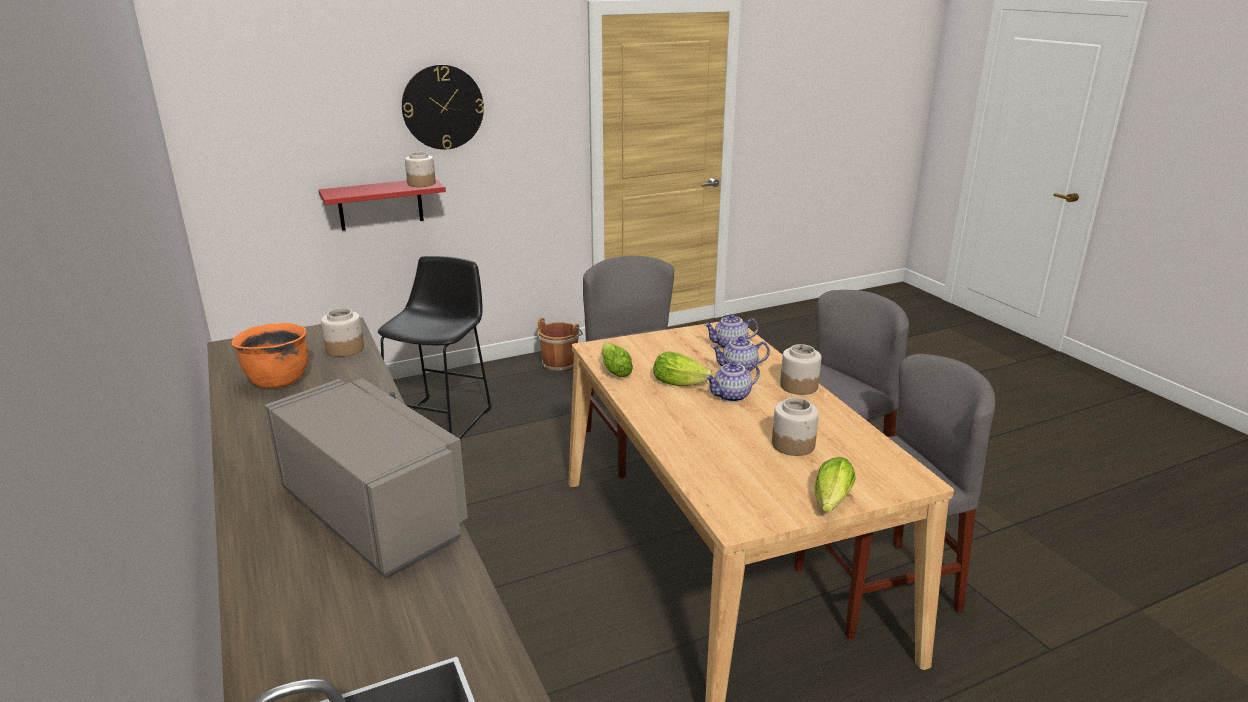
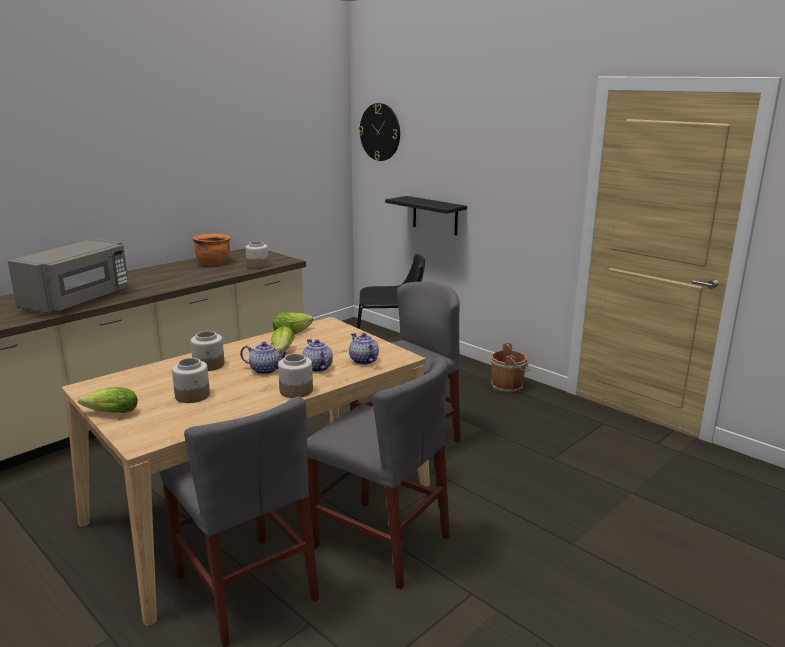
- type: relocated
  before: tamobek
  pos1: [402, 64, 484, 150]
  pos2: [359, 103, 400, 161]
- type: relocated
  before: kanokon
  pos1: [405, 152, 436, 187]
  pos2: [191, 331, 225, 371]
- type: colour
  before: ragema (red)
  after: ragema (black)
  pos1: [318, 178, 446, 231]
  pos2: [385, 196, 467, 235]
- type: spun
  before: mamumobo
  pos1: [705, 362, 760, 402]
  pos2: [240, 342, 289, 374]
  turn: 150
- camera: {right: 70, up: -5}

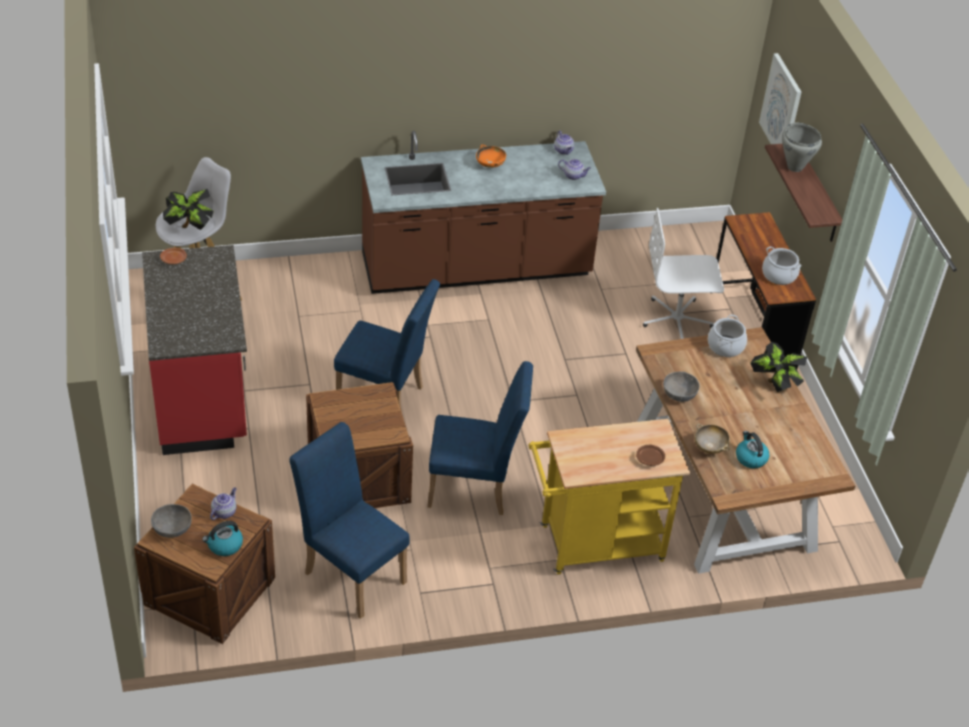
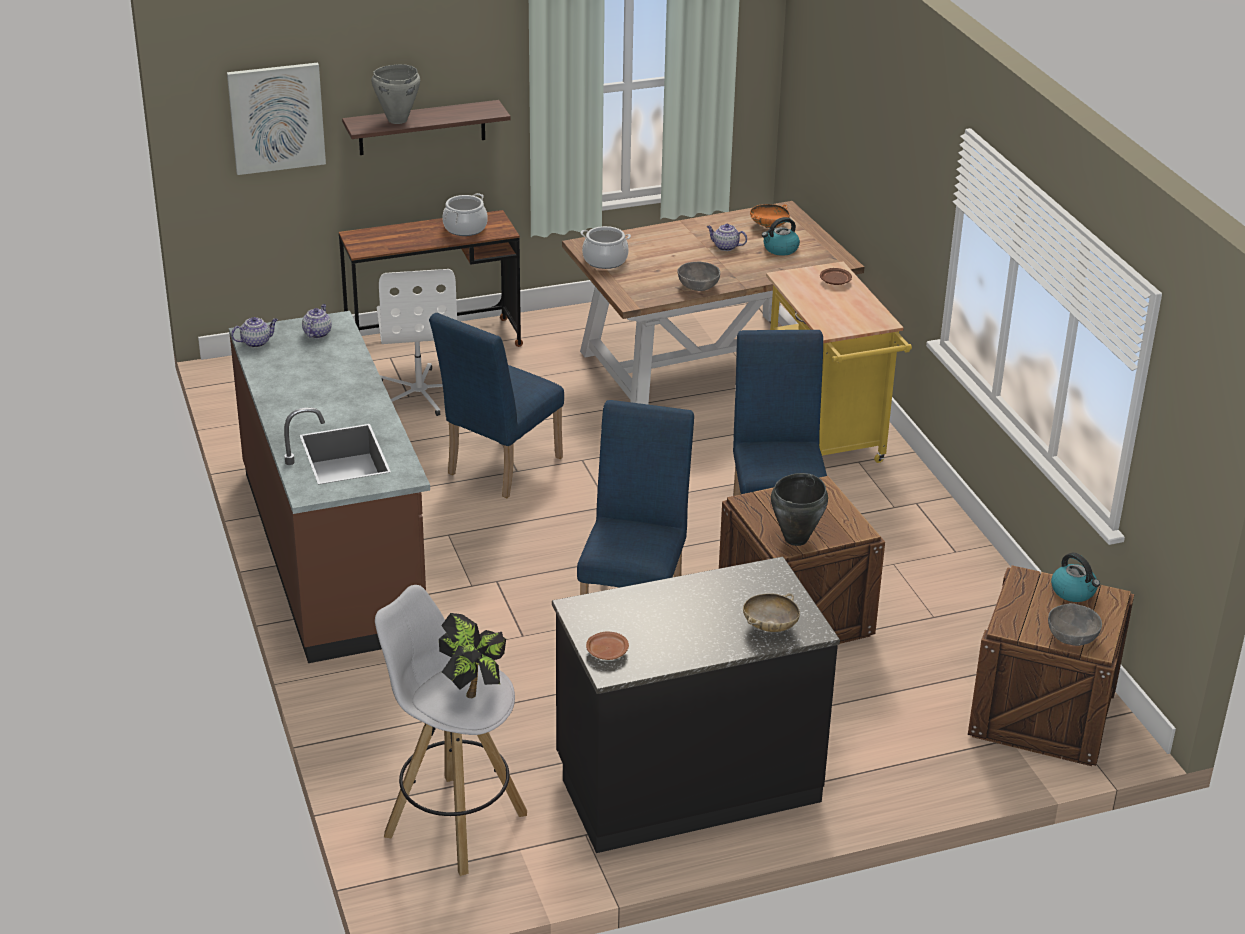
- type: missing
  before: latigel
  pos1: [751, 342, 807, 392]
- type: appeared
  after: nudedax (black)
  pos2: [771, 473, 828, 546]
- type: relocated
  before: mamumobo
  pos1: [210, 487, 237, 520]
  pos2: [707, 224, 747, 251]
- type: relocated
  before: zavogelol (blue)
  pos1: [289, 422, 410, 619]
  pos2: [429, 313, 564, 498]
- type: relocated
  before: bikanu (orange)
  pos1: [476, 145, 506, 168]
  pos2: [750, 204, 790, 228]
- type: relocated
  before: bikanu (beige)
  pos1: [695, 424, 730, 454]
  pos2: [743, 593, 800, 632]
- type: colour
  before: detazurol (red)
  after: detazurol (black)
  pos1: [142, 245, 247, 455]
  pos2: [552, 557, 840, 853]
- camera: {right: -95, up: -10}

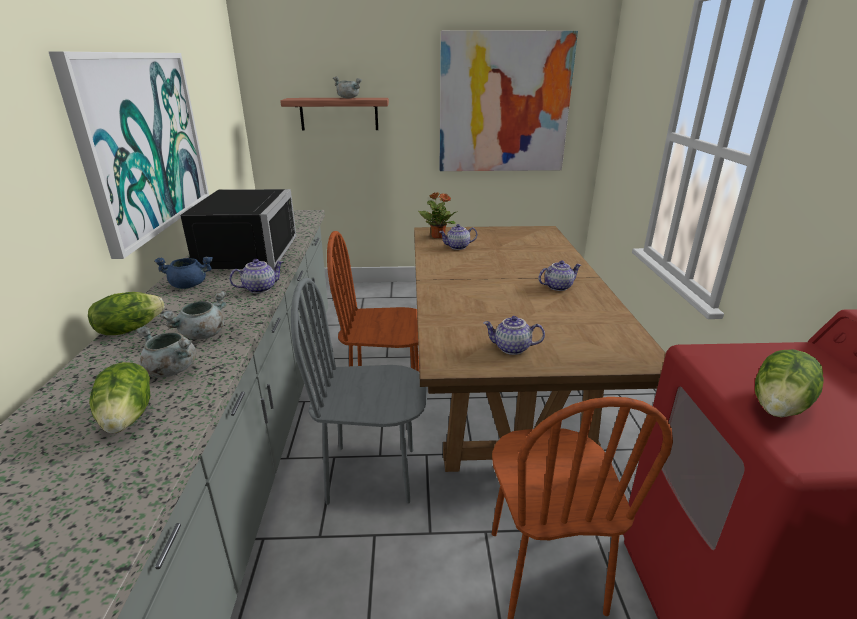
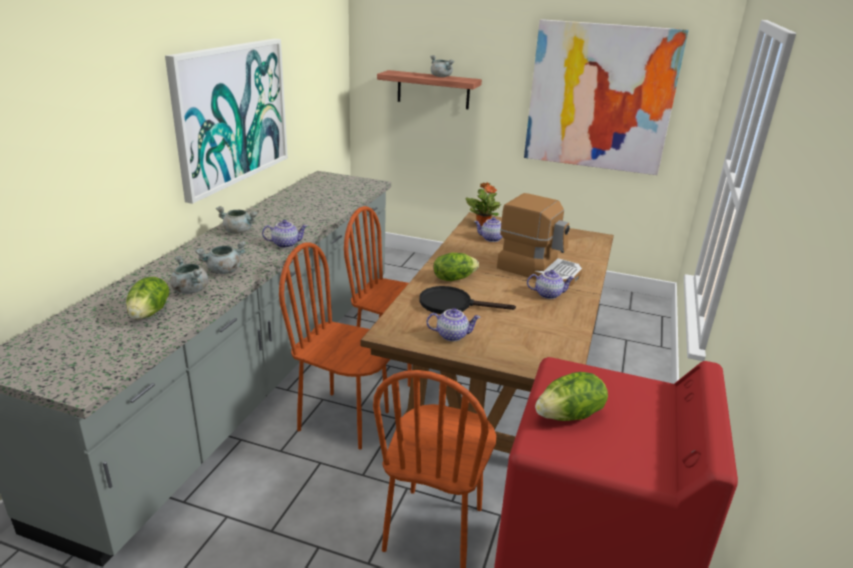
- type: missing
  before: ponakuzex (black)
  pos1: [180, 189, 296, 269]
- type: appeared
  after: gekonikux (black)
  pos2: [419, 286, 516, 314]
- type: appeared
  after: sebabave
  pos2: [497, 193, 582, 286]
- type: relocated
  before: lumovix
  pos1: [88, 292, 165, 335]
  pos2: [433, 253, 479, 281]
- type: colour
  before: nudedax (blue)
  after: nudedax (grey)
  pos1: [154, 257, 213, 289]
  pos2: [216, 206, 258, 234]
- type: colour
  before: zavogelol (grey)
  after: zavogelol (brown)
  pos1: [291, 278, 427, 505]
  pos2: [279, 242, 390, 449]
- type: spun
  before: mamumobo
  pos1: [483, 316, 545, 355]
  pos2: [426, 308, 481, 341]
  turn: 150
- camera: {right: 20, up: 0}

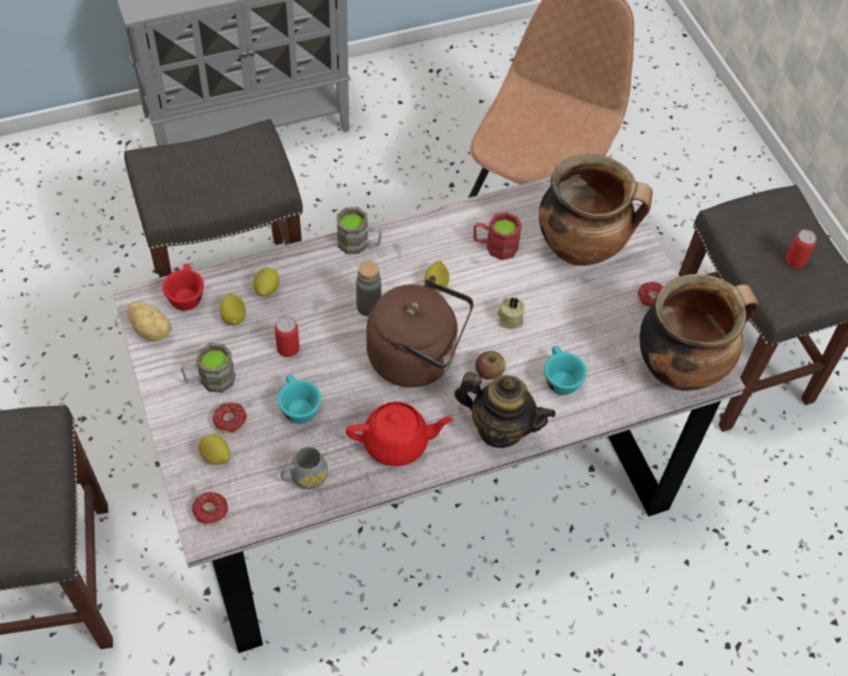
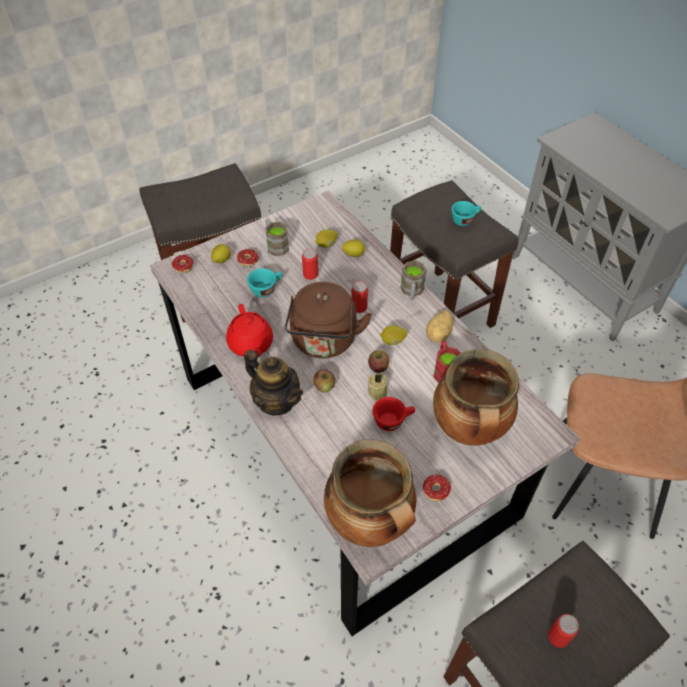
- type: missing
  before: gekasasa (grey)
  pos1: [281, 447, 328, 490]
- type: appeared
  after: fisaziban
  pos2: [368, 350, 389, 373]
- type: relocated
  before: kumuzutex
  pos1: [128, 301, 172, 342]
  pos2: [426, 310, 453, 343]
- type: relocated
  before: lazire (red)
  pos1: [162, 264, 204, 311]
  pos2: [372, 397, 415, 431]
- type: relocated
  before: lazire (turquoise)
  pos1: [544, 346, 587, 395]
  pos2: [451, 201, 481, 226]
- type: exchanged
  before: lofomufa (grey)
  after: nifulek
  pos1: [356, 261, 381, 316]
  pos2: [351, 281, 368, 313]
- type: spun
  before: mamumobo
  pos1: [454, 372, 556, 448]
  pos2: [244, 349, 303, 415]
  turn: -60
- camera: {right: 80, up: -5}

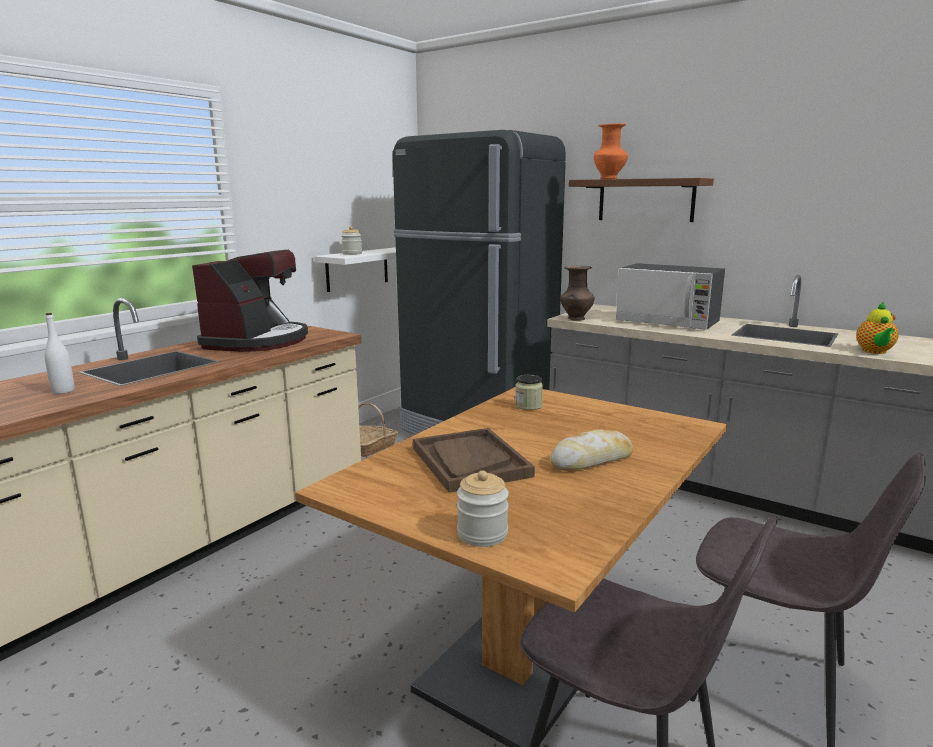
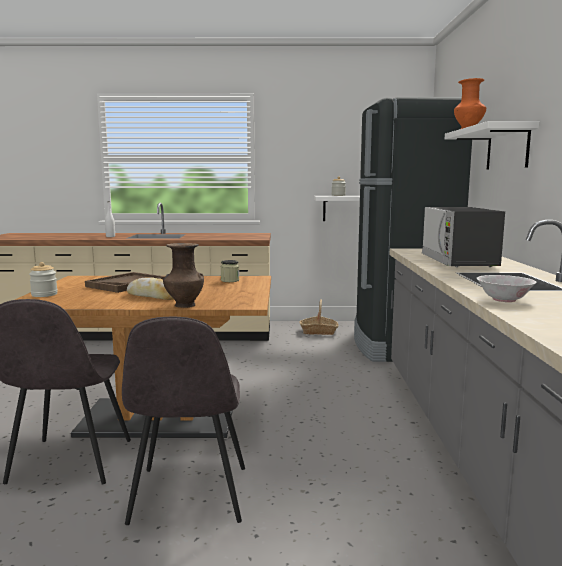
- type: missing
  before: sebabave
  pos1: [192, 250, 308, 352]
- type: relocated
  before: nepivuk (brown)
  pos1: [560, 266, 595, 321]
  pos2: [163, 243, 204, 308]
- type: exchanged
  before: mamumobo
  after: bikanu (white)
  pos1: [856, 302, 899, 354]
  pos2: [476, 275, 537, 302]
- type: colour
  before: ragema (brown)
  after: ragema (white)
  pos1: [568, 178, 714, 222]
  pos2: [445, 121, 539, 170]
- camera: {right: 55, up: -5}

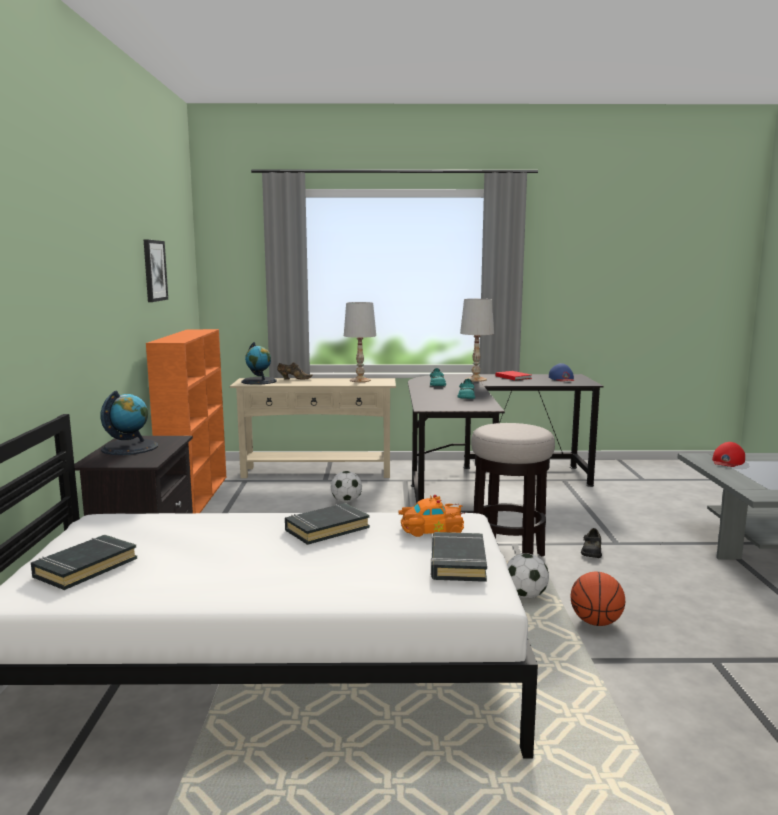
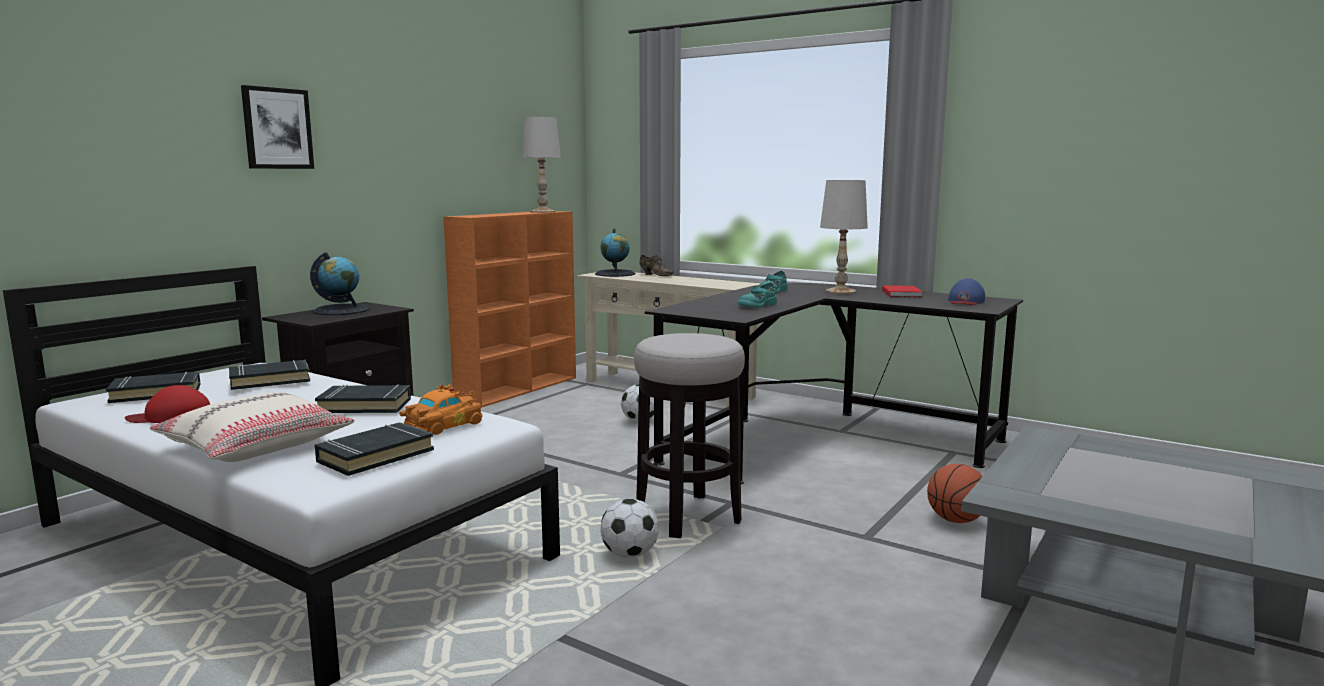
- type: missing
  before: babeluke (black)
  pos1: [581, 528, 602, 558]
- type: appeared
  after: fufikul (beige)
  pos2: [150, 392, 355, 462]
- type: appeared
  after: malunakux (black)
  pos2: [229, 360, 310, 390]
- type: relocated
  before: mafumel
  pos1: [144, 239, 168, 302]
  pos2: [241, 85, 314, 169]
- type: relocated
  before: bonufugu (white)
  pos1: [344, 302, 376, 382]
  pos2: [522, 117, 561, 213]
- type: relocated
  before: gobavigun
  pos1: [571, 572, 625, 626]
  pos2: [927, 464, 983, 523]
- type: relocated
  before: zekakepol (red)
  pos1: [712, 442, 745, 467]
  pos2: [125, 385, 210, 423]
- type: spun
  before: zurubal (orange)
  pos1: [399, 495, 465, 537]
  pos2: [400, 384, 483, 435]
  turn: -75
- camera: {right: 35, up: 0}

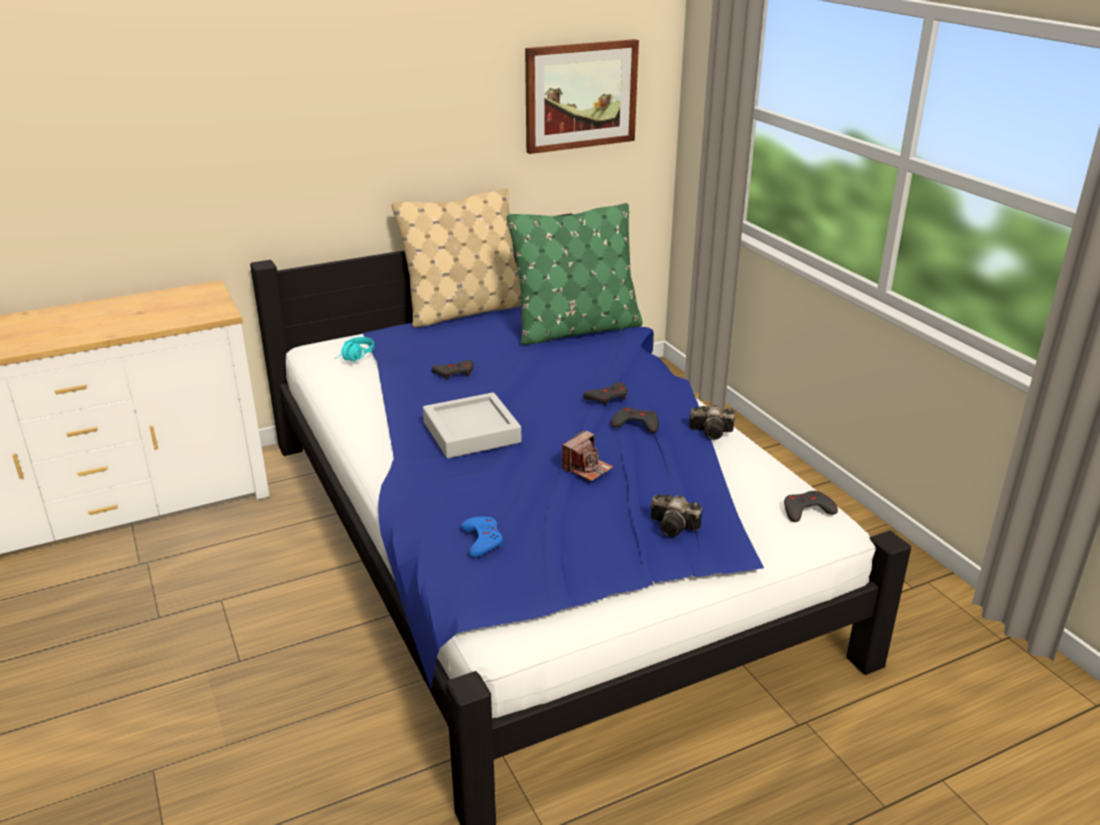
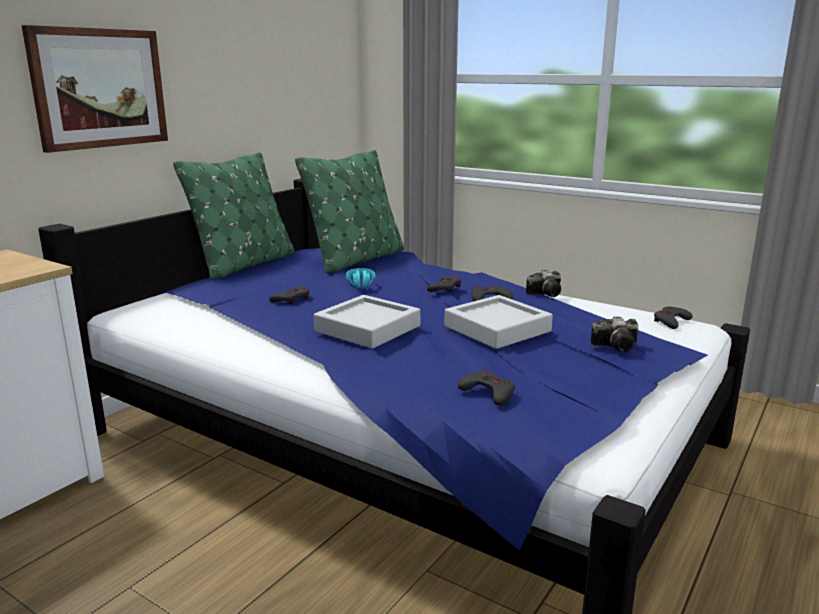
- type: relocated
  before: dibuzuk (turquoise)
  pos1: [335, 337, 374, 362]
  pos2: [346, 268, 376, 288]
- type: relocated
  before: mafumel
  pos1: [525, 39, 639, 154]
  pos2: [22, 25, 168, 153]
- type: exchanged
  before: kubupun
  after: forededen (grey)
  pos1: [562, 430, 613, 481]
  pos2: [444, 295, 553, 349]
- type: colour
  before: fufikul (beige)
  after: fufikul (green)
  pos1: [392, 188, 521, 328]
  pos2: [173, 152, 294, 279]
- type: colour
  before: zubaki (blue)
  after: zubaki (grey)
  pos1: [461, 517, 503, 558]
  pos2: [458, 370, 515, 406]
- camera: {right: -30, up: -10}

